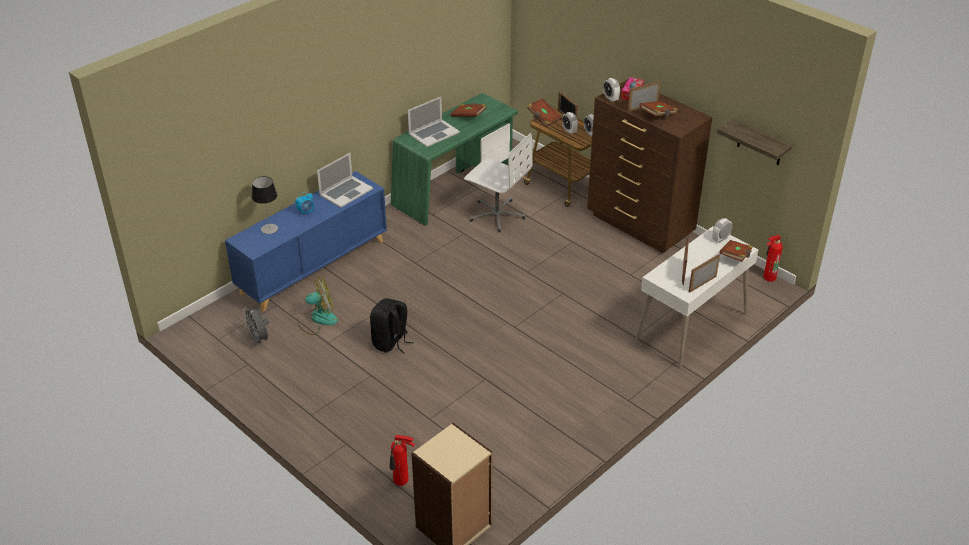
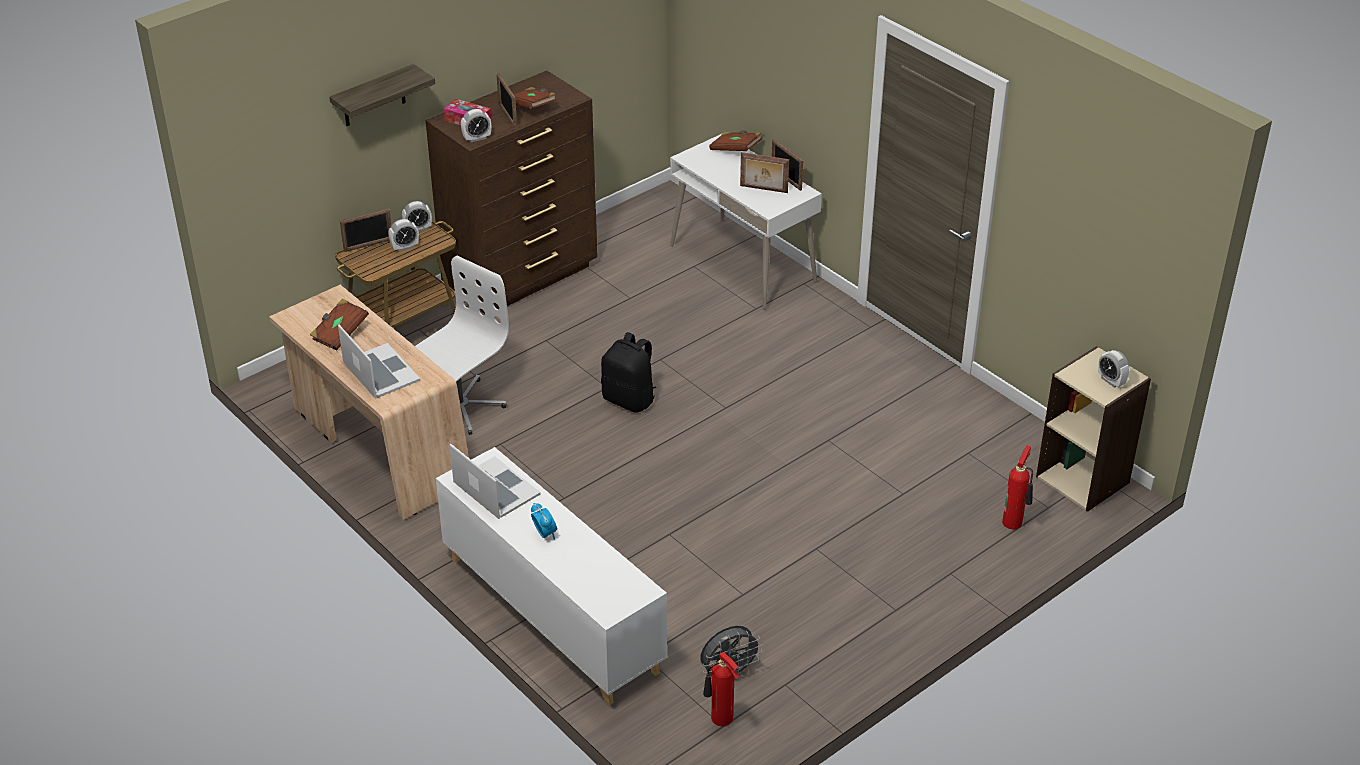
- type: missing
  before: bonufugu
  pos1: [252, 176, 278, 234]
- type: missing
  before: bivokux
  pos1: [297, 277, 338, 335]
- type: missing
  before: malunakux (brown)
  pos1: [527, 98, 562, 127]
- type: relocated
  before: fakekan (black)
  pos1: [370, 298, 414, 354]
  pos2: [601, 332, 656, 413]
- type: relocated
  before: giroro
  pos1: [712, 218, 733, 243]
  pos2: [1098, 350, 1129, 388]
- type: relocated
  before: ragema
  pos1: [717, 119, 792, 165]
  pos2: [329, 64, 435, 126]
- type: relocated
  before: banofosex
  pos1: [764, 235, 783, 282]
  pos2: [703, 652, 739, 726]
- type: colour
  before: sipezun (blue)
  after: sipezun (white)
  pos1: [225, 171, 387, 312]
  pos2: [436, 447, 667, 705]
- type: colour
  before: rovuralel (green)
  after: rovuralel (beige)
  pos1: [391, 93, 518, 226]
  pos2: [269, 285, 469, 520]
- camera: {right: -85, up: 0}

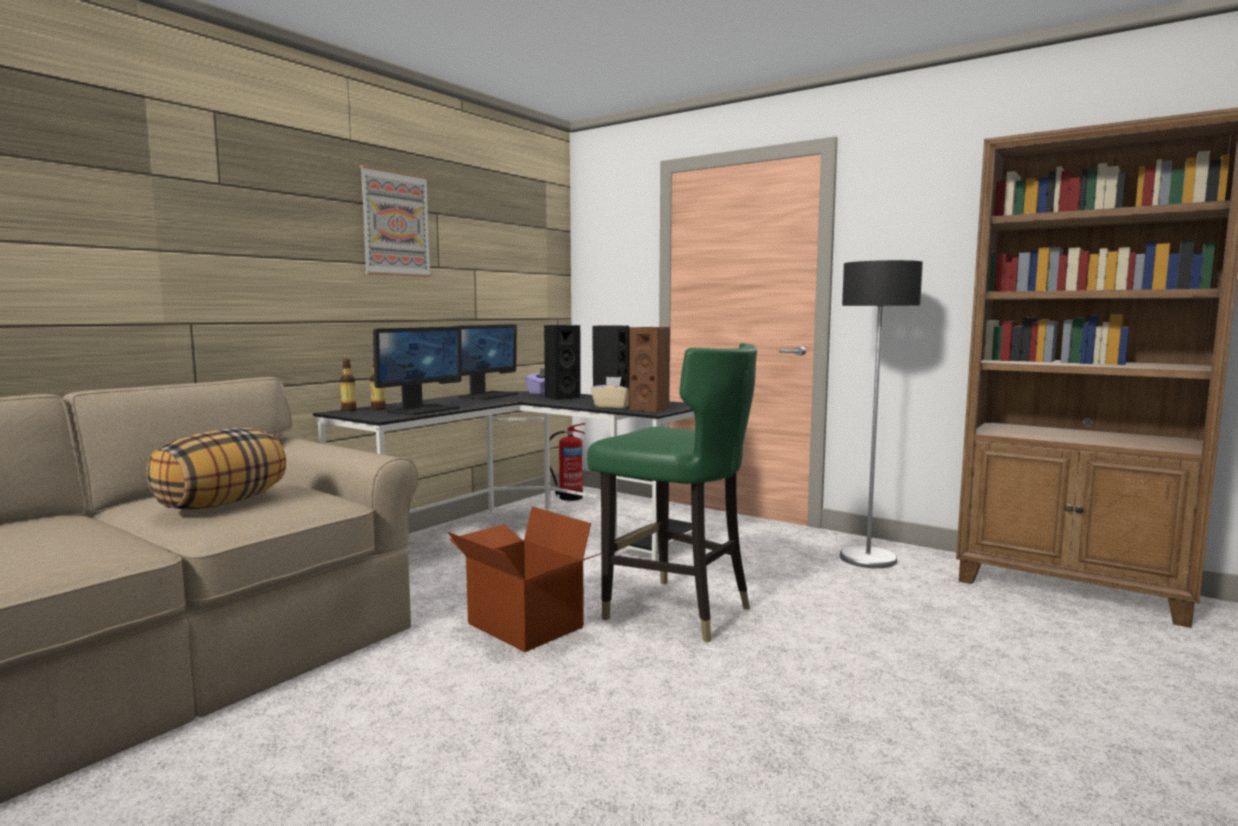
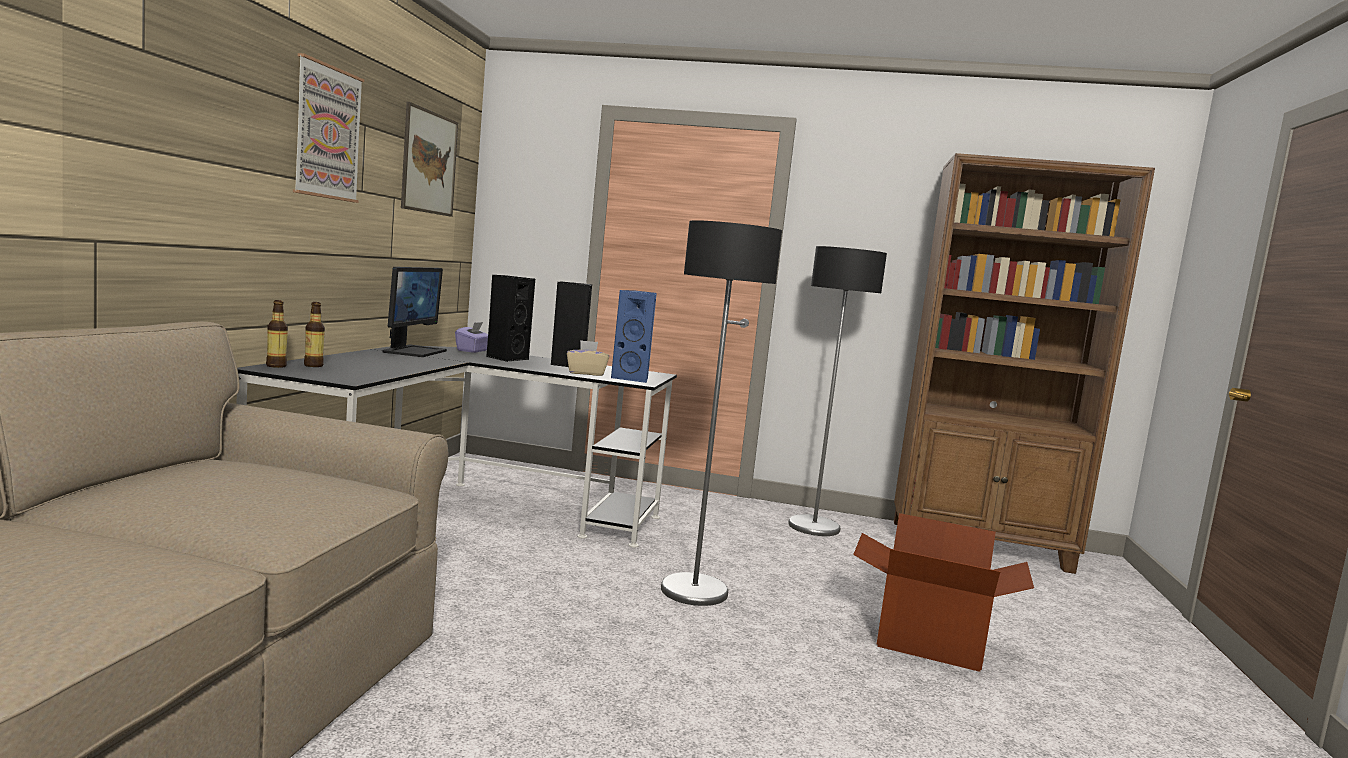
- type: missing
  before: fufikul
  pos1: [146, 428, 286, 510]
- type: missing
  before: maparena
  pos1: [373, 326, 462, 416]
- type: missing
  before: banofosex
  pos1: [550, 423, 585, 501]
- type: appeared
  after: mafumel
  pos2: [401, 102, 458, 217]
- type: relocated
  before: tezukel
  pos1: [448, 506, 604, 652]
  pos2: [853, 513, 1034, 672]
- type: exchanged
  before: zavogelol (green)
  after: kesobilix
  pos1: [587, 343, 757, 643]
  pos2: [661, 220, 782, 606]
- type: colour
  before: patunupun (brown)
  after: patunupun (blue)
  pos1: [629, 327, 670, 412]
  pos2: [611, 290, 657, 383]
- camera: {right: -25, up: 0}

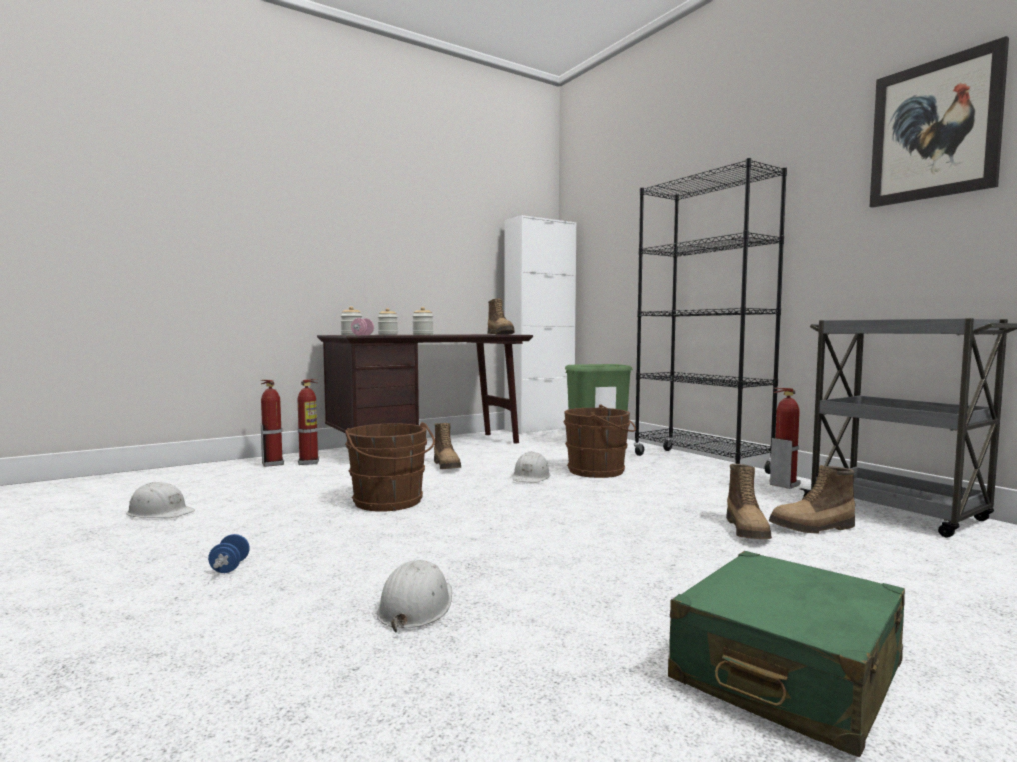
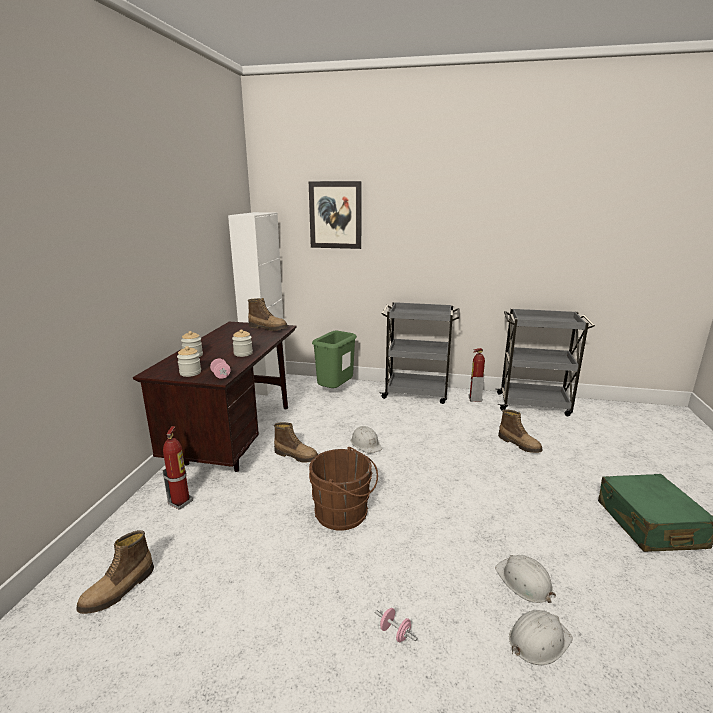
- type: missing
  before: banofosex
  pos1: [261, 380, 284, 467]
- type: missing
  before: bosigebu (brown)
  pos1: [563, 404, 636, 478]
- type: relocated
  before: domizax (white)
  pos1: [126, 482, 195, 518]
  pos2: [509, 610, 573, 665]
- type: relocated
  before: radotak
  pos1: [769, 465, 855, 533]
  pos2: [76, 530, 154, 614]
- type: relocated
  before: mafumel
  pos1: [870, 36, 1009, 208]
  pos2: [309, 181, 362, 249]
- type: exchanged
  before: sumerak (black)
  after: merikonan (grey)
  pos1: [634, 158, 787, 474]
  pos2: [380, 302, 459, 404]
- type: colour
  before: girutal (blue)
  after: girutal (pink)
  pos1: [208, 534, 250, 573]
  pos2: [375, 608, 417, 642]
- camera: {right: -45, up: 15}

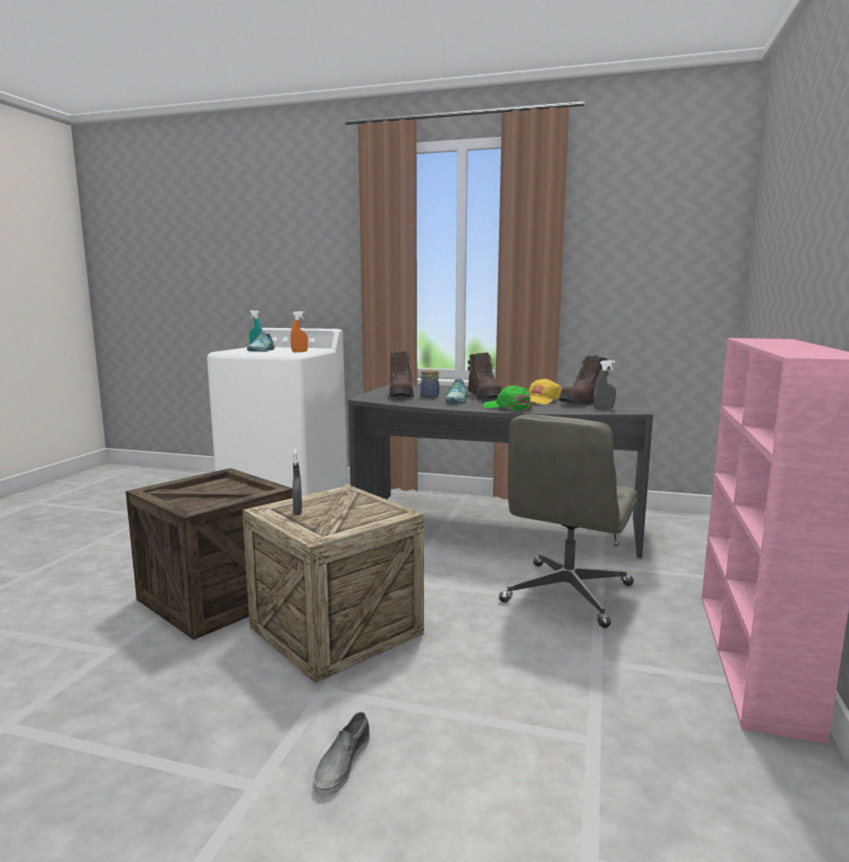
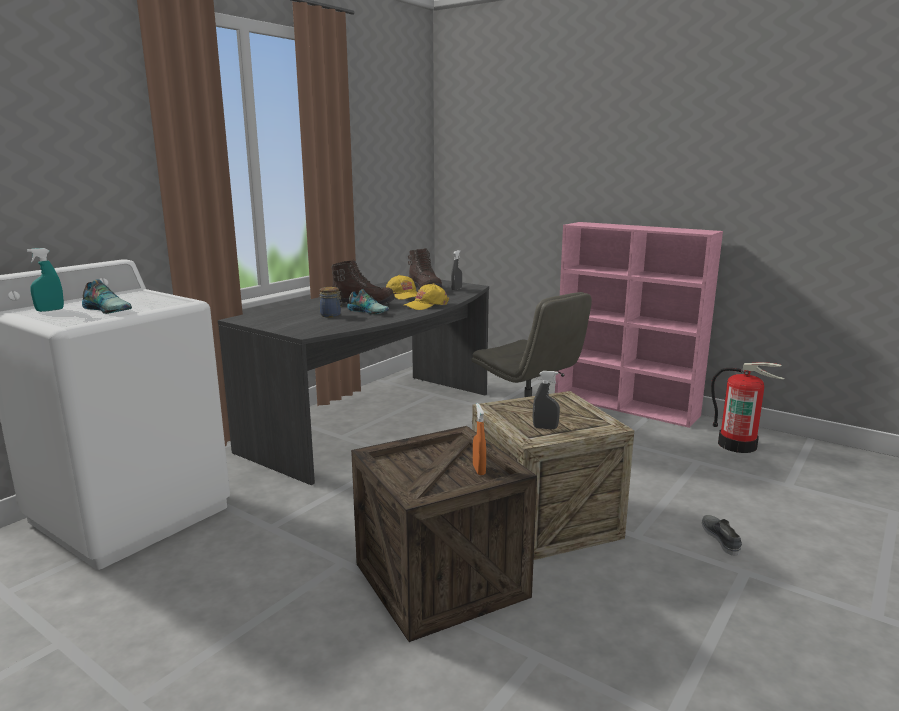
- type: missing
  before: radotak (brown)
  pos1: [389, 351, 414, 398]
- type: appeared
  after: banofosex
  pos2: [711, 362, 784, 453]
- type: relocated
  before: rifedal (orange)
  pos1: [290, 311, 308, 352]
  pos2: [473, 403, 486, 475]
- type: colour
  before: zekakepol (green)
  after: zekakepol (yellow)
  pos1: [483, 386, 533, 411]
  pos2: [404, 284, 449, 310]
- type: spun
  before: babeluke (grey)
  pos1: [313, 712, 370, 796]
  pos2: [702, 515, 742, 556]
  turn: -135
- camera: {right: -70, up: 5}

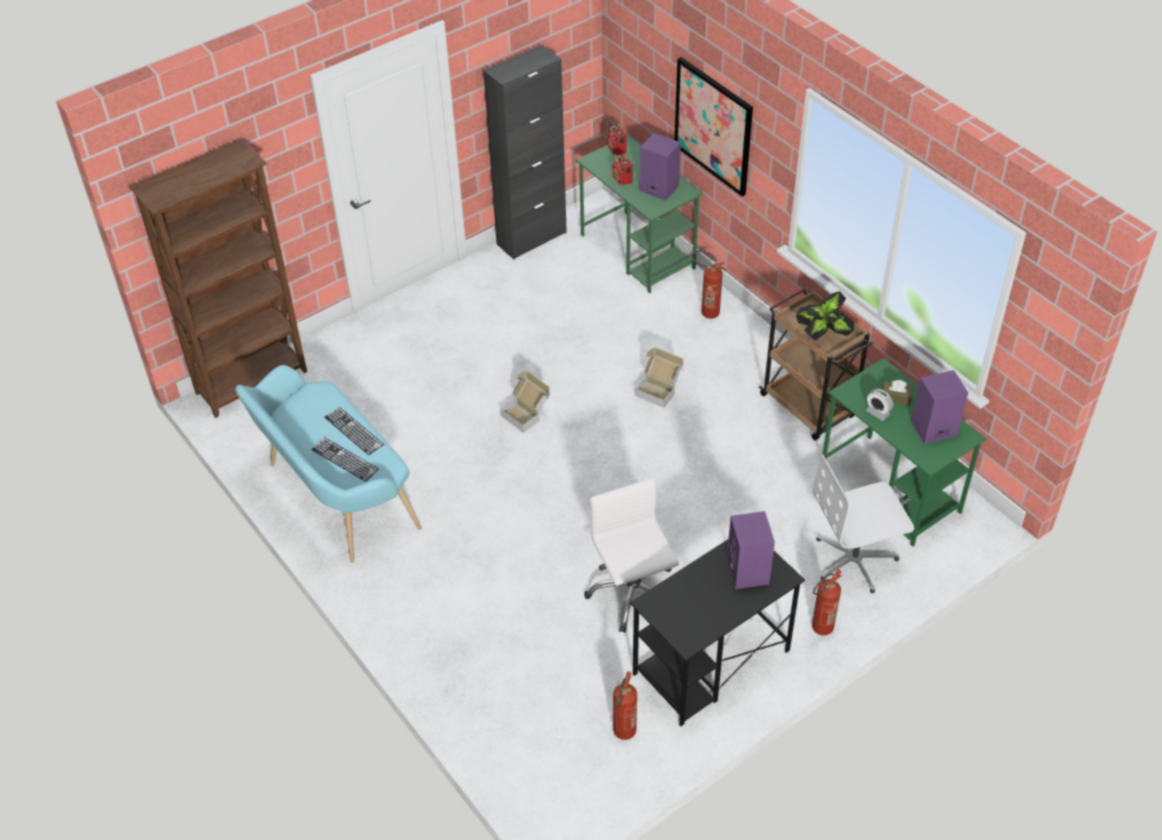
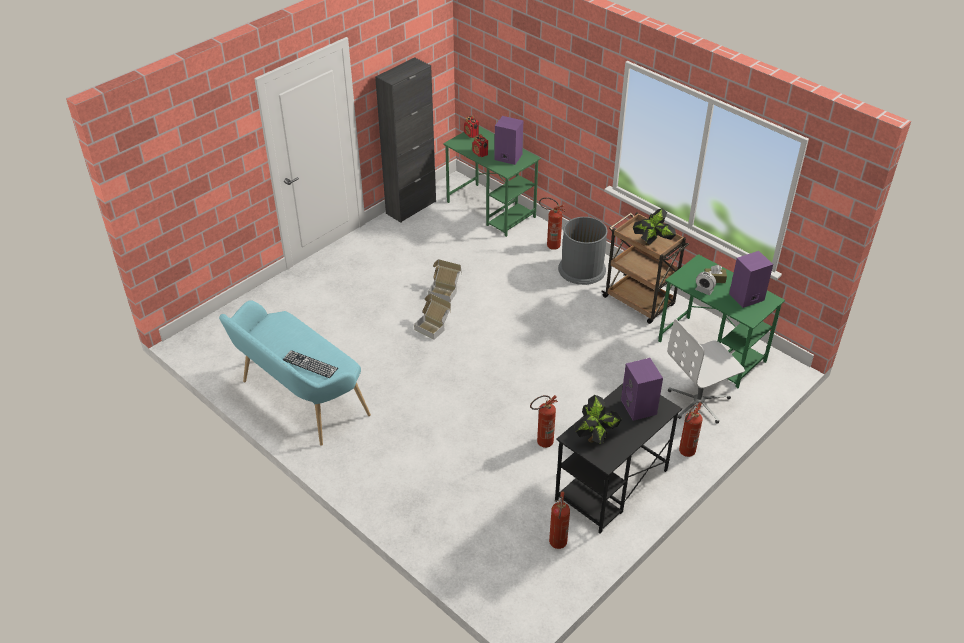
- type: missing
  before: sumerak (brown)
  pos1: [129, 138, 307, 418]
- type: missing
  before: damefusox
  pos1: [324, 407, 384, 455]
- type: missing
  before: mafumel
  pos1: [674, 57, 753, 197]
- type: appeared
  after: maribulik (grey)
  pos2: [558, 217, 607, 285]
- type: appeared
  after: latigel
  pos2: [574, 395, 622, 444]
- type: relocated
  before: tezukel
  pos1: [635, 347, 683, 408]
  pos2: [428, 259, 462, 302]
- type: exchanged
  before: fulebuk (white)
  after: banofosex
  pos1: [584, 478, 679, 633]
  pos2: [530, 395, 558, 448]
- camera: {right: -10, up: -5}

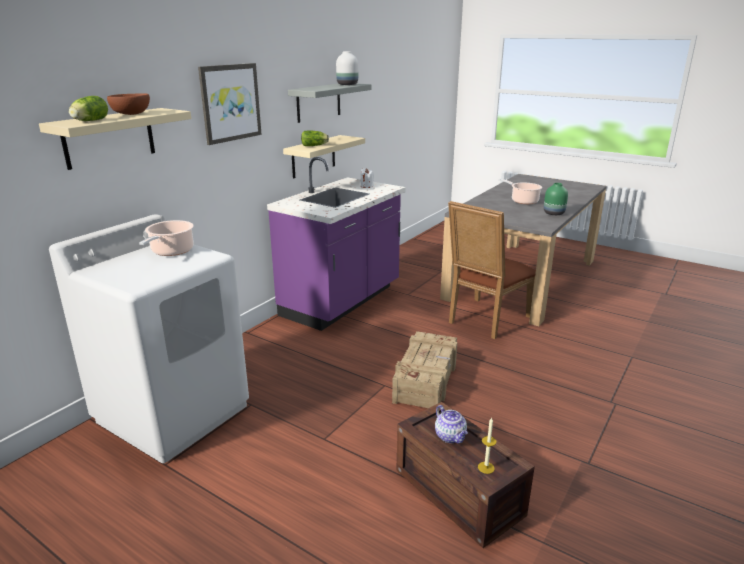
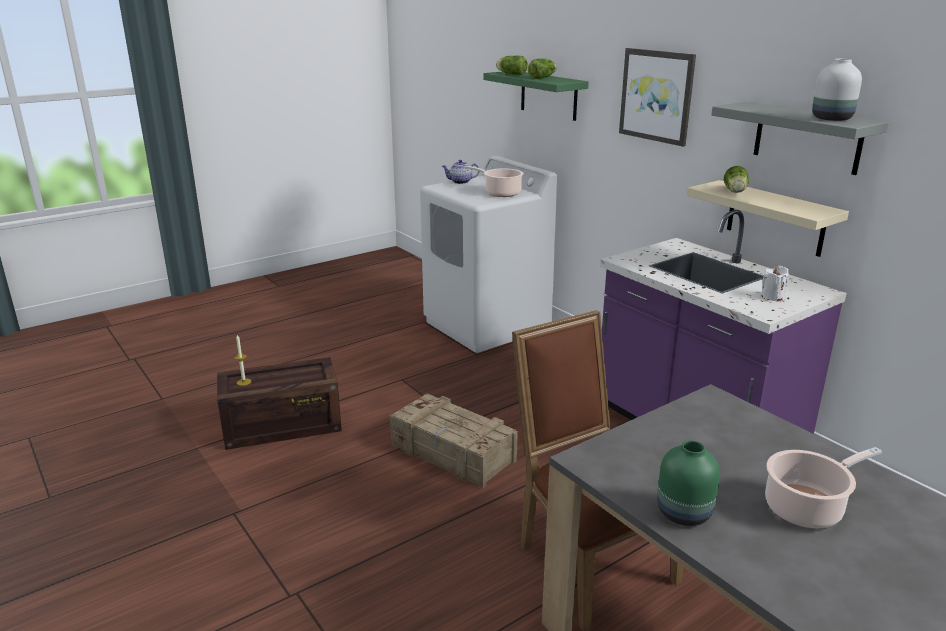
- type: relocated
  before: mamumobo
  pos1: [435, 405, 468, 443]
  pos2: [442, 160, 480, 184]
- type: exchanged
  before: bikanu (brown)
  after: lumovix
  pos1: [107, 93, 150, 115]
  pos2: [528, 59, 557, 79]
- type: colour
  before: ragema (beige)
  after: ragema (green)
  pos1: [39, 108, 191, 170]
  pos2: [483, 72, 589, 121]
- camera: {right: 110, up: 0}

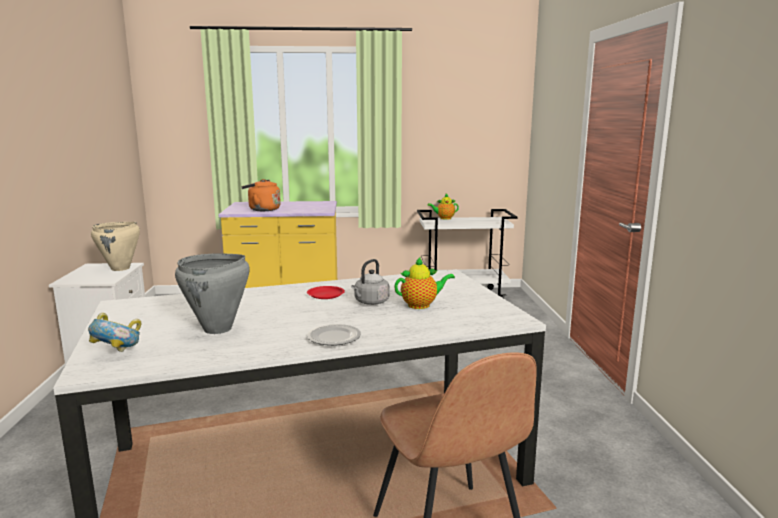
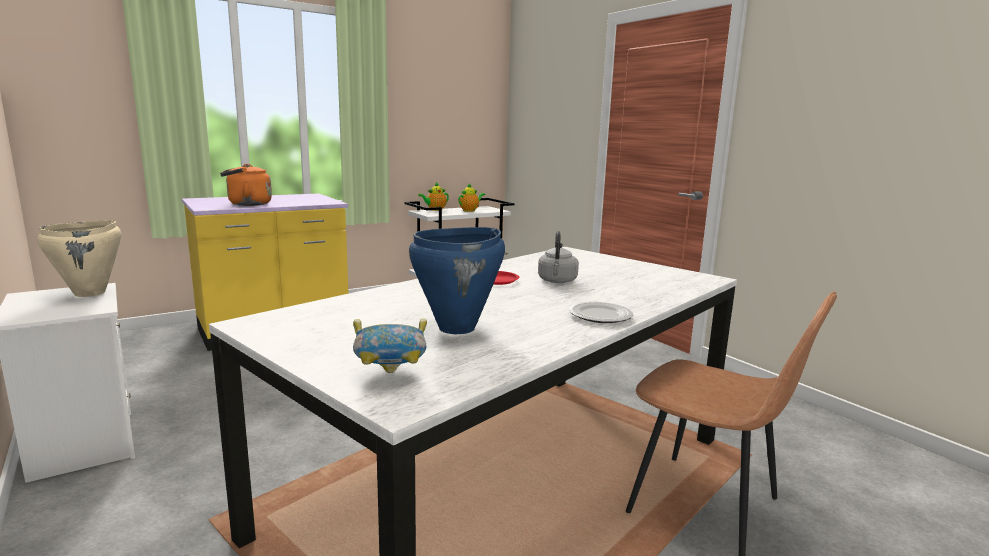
- type: relocated
  before: mamumobo
  pos1: [394, 257, 455, 309]
  pos2: [458, 183, 485, 212]
- type: colour
  before: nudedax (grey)
  after: nudedax (blue)
  pos1: [175, 253, 250, 334]
  pos2: [409, 227, 505, 334]
- camera: {right: -30, up: 0}

